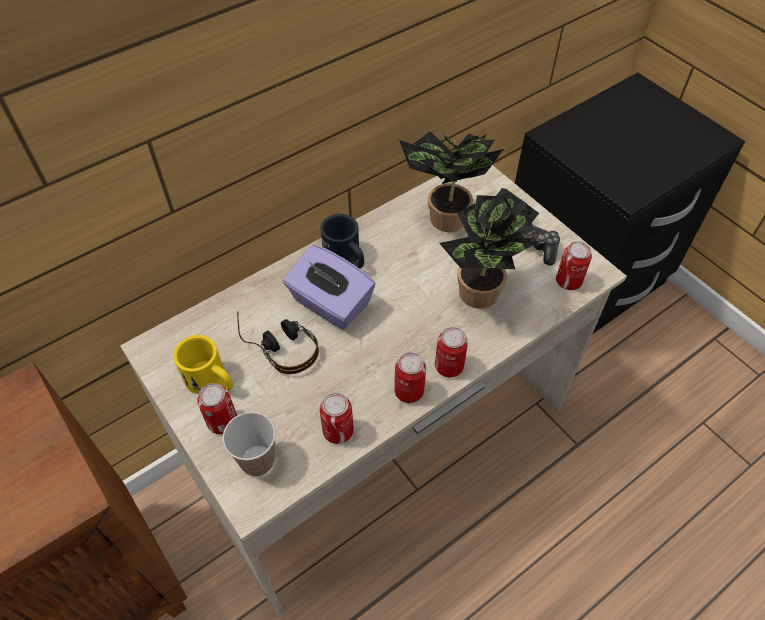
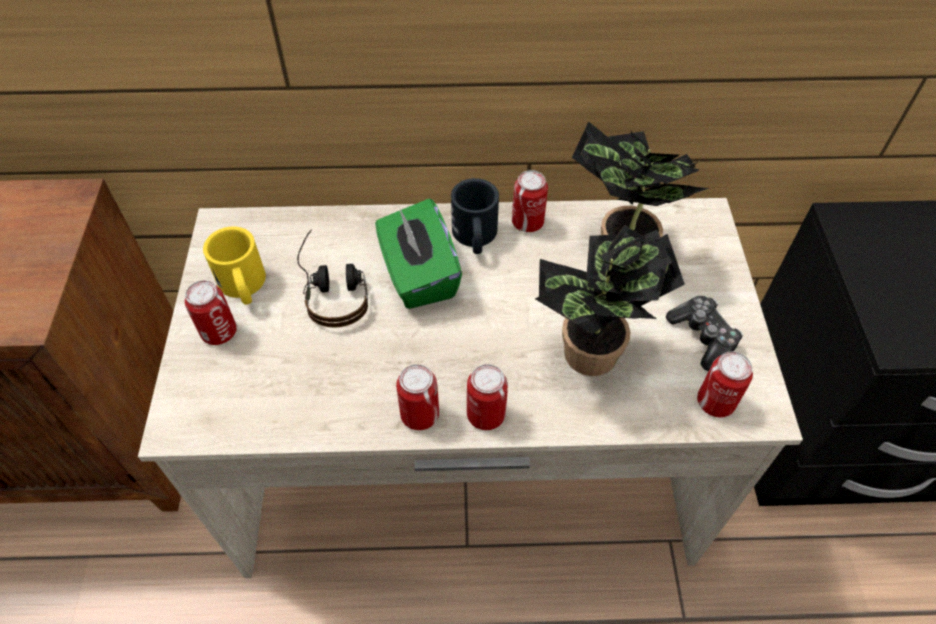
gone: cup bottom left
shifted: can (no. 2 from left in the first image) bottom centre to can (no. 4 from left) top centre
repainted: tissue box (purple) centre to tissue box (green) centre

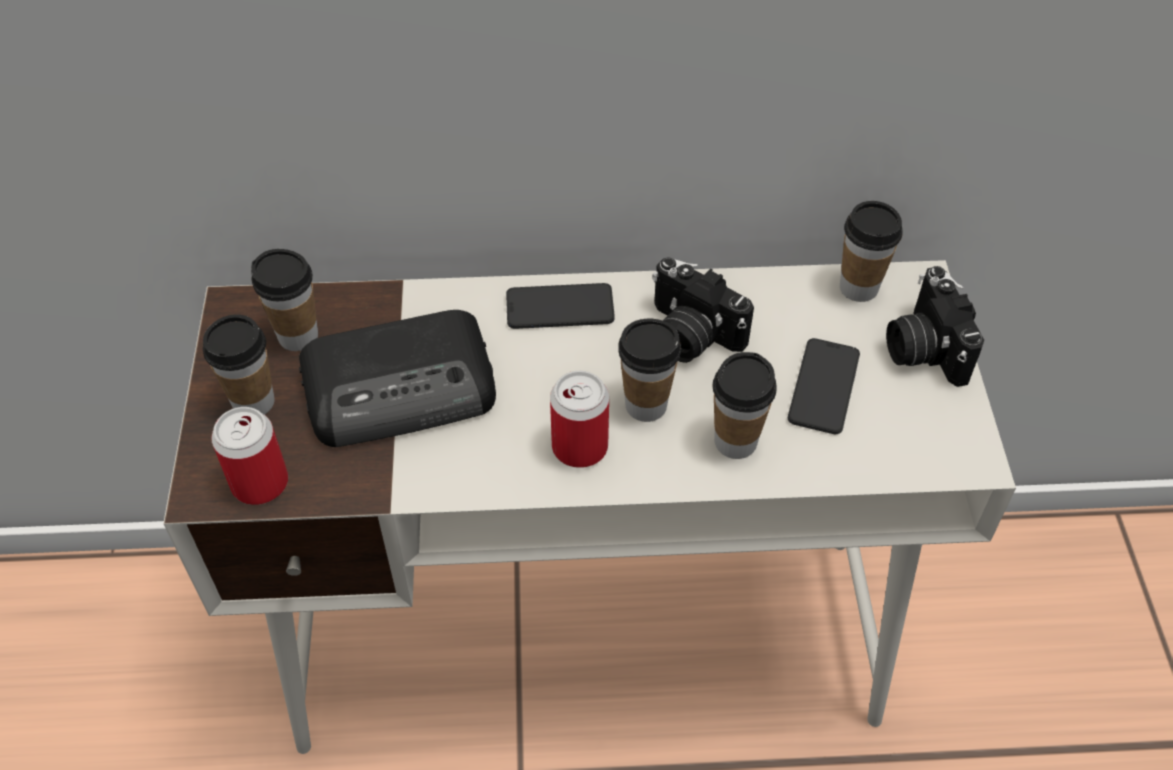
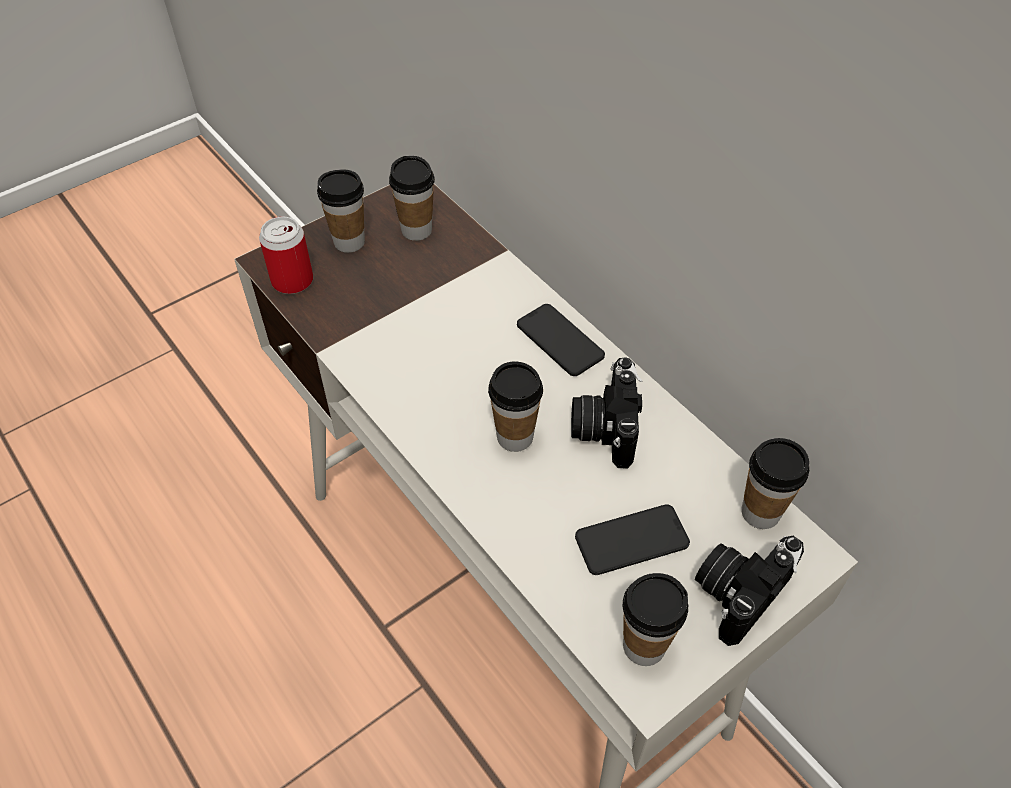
gone: radio centre; can (no. 2 from left) centre
shifted: cup (no. 4 from left) centre to bottom centre

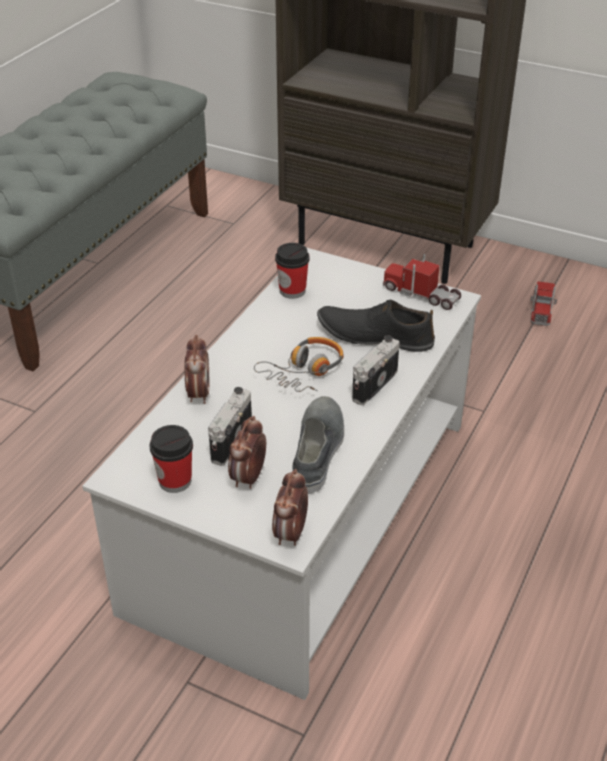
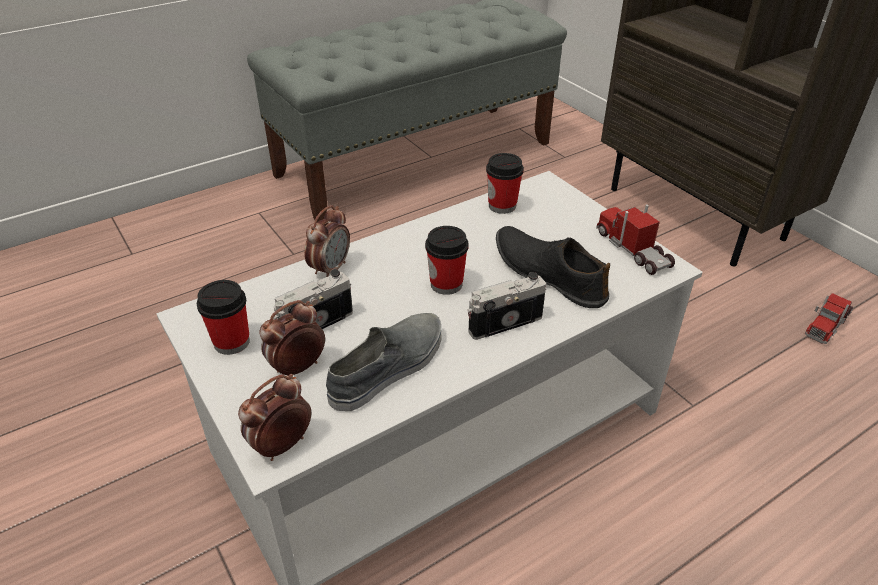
swapped: headphones centre to cup (no. 2 from left) centre

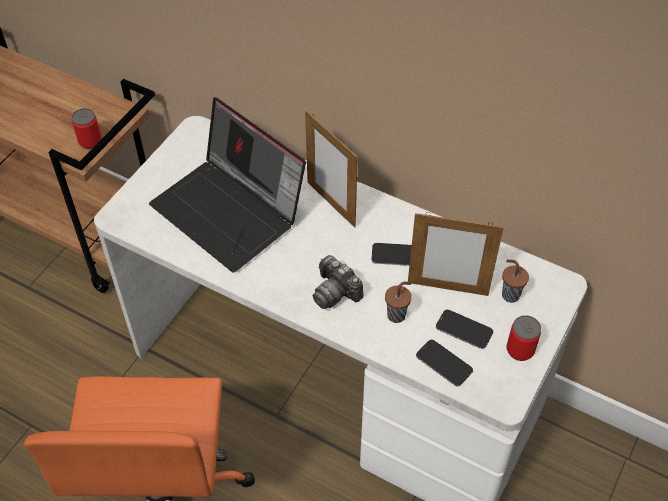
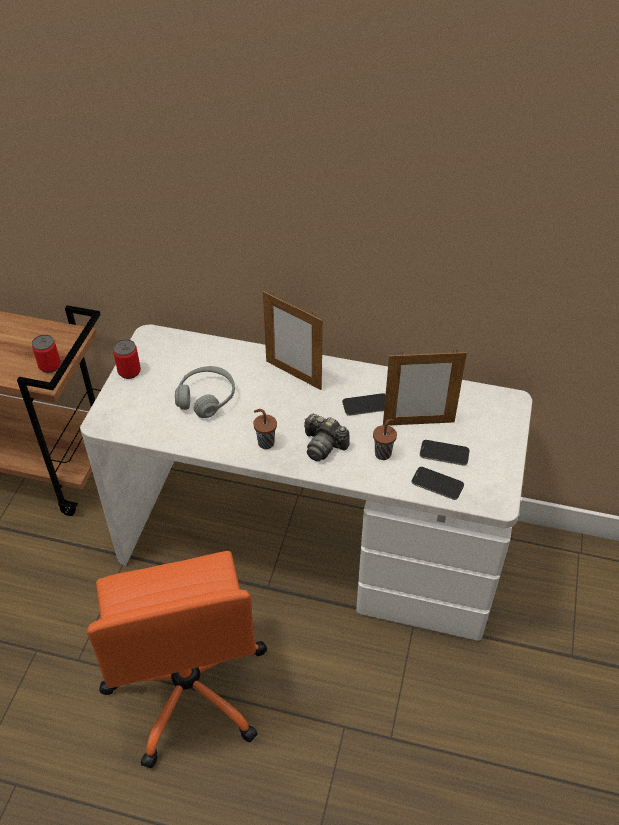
shifted: can (no. 2 from left) bottom right to middle left; cup (brown) (no. 2 from left in the first image) middle right to cup (brown) (no. 1 from left) centre
swapped: laptop centre to headphones (grey) middle left

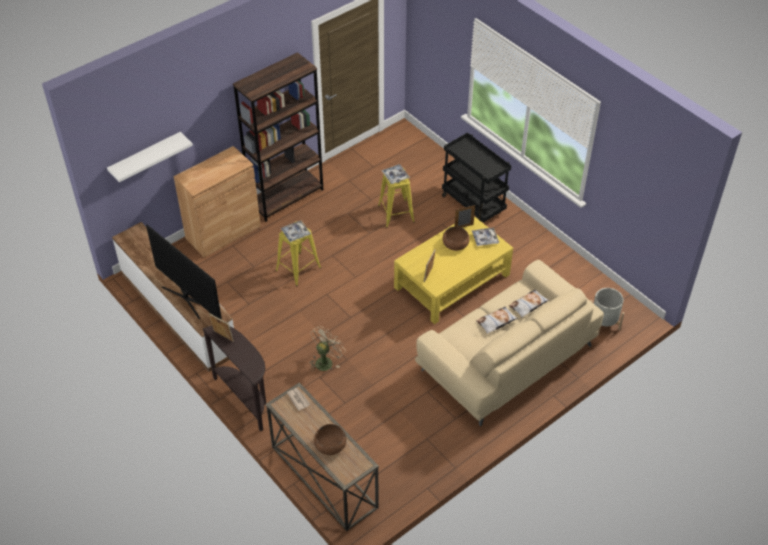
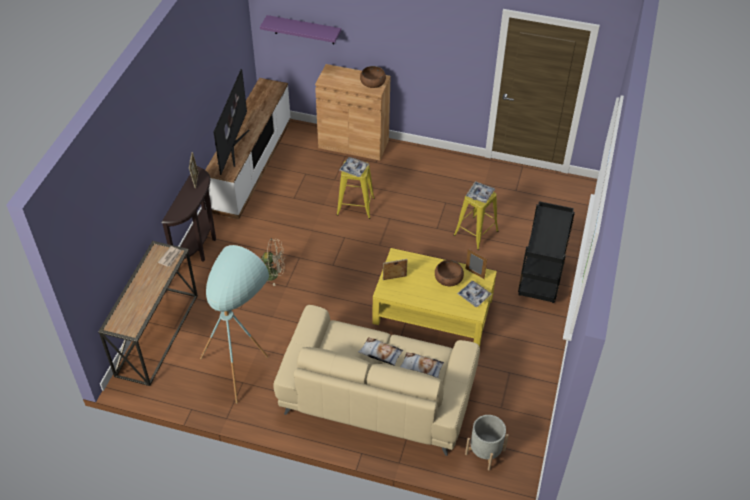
gone: bookcase (brown) top centre
new: floor lamp (turquoise) middle left
shifted: bowl (brown) (no. 1 from left) bottom centre to top centre
repainted: shelf (white) top left to shelf (purple) top centre

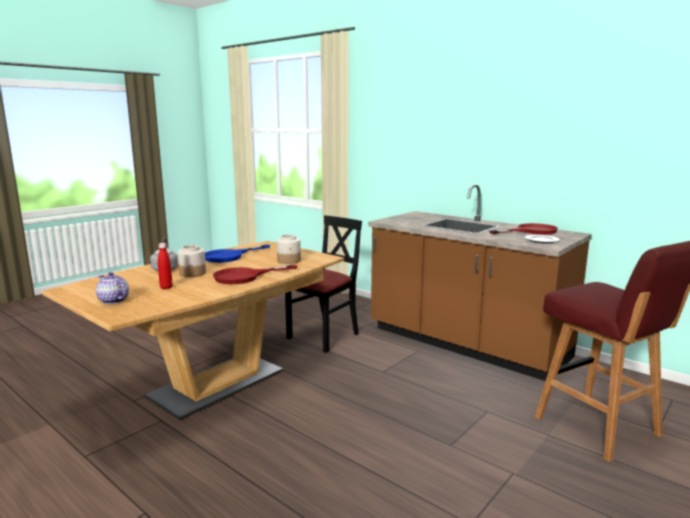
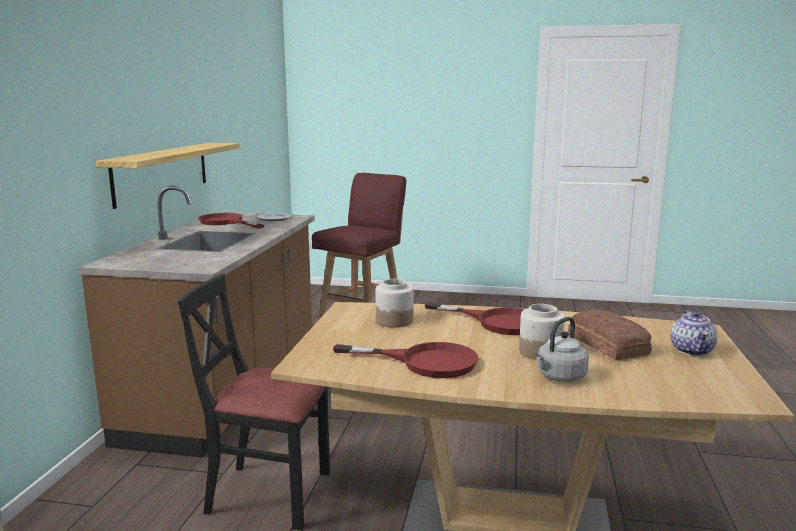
new: shelf top left
swapped: bottle (red) middle left to bread middle right
repainted: frying pan (blue) centre to frying pan (red) (no. 2 from left) bottom centre

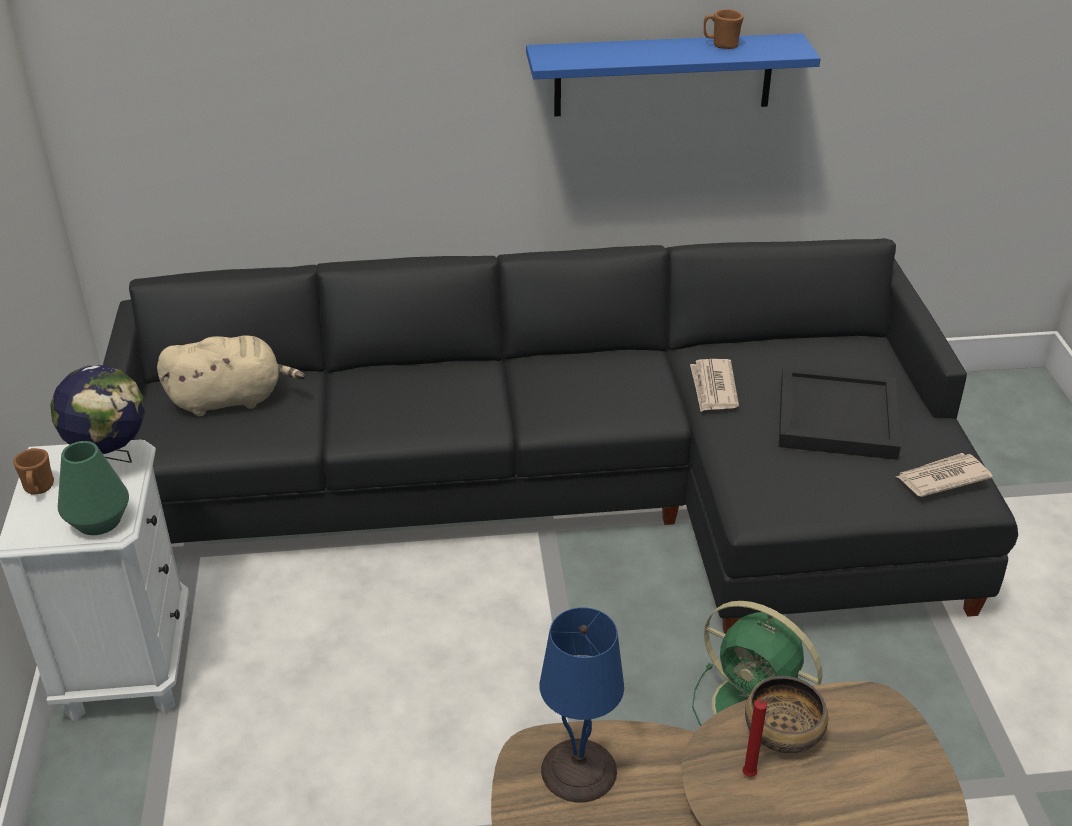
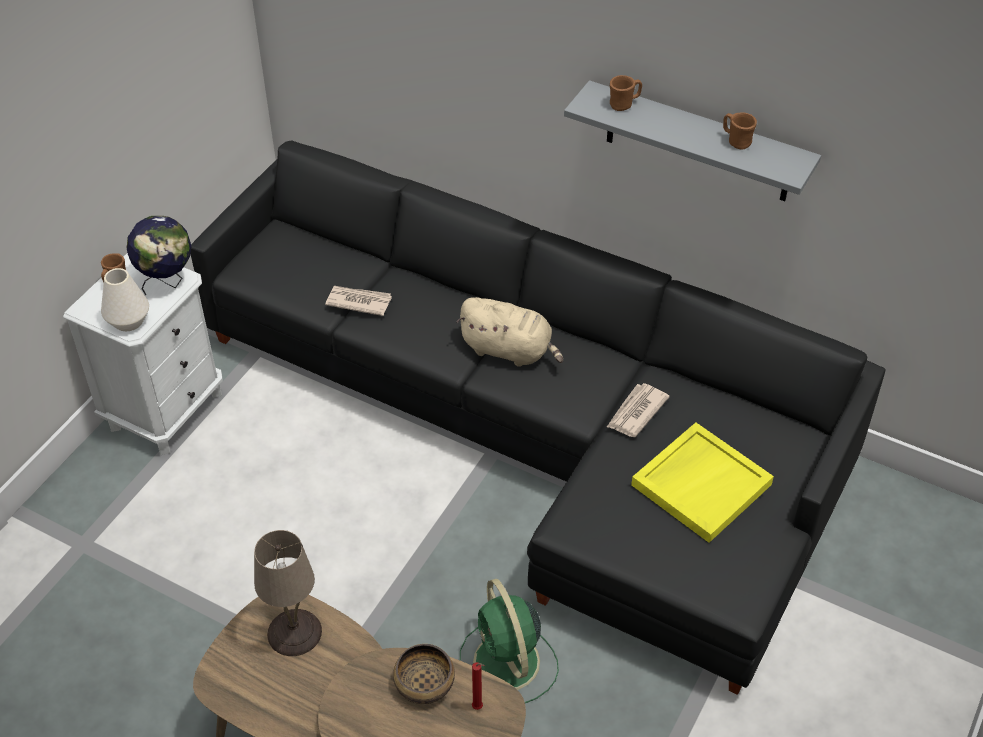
new: mug (brown) (no. 2 from left) top centre
shifted: newspaper (no. 2 from left in the first image) middle right to newspaper (no. 1 from left) centre; plush toy (beige) middle left to centre; candle (red) bottom right to bottom centre
repainted: vase (green) middle left to vase (white) middle left; table lamp (blue) bottom centre to table lamp (beige) bottom left; shelf (blue) top centre to shelf (grey) top right; tray (black) middle right to tray (yellow) middle right

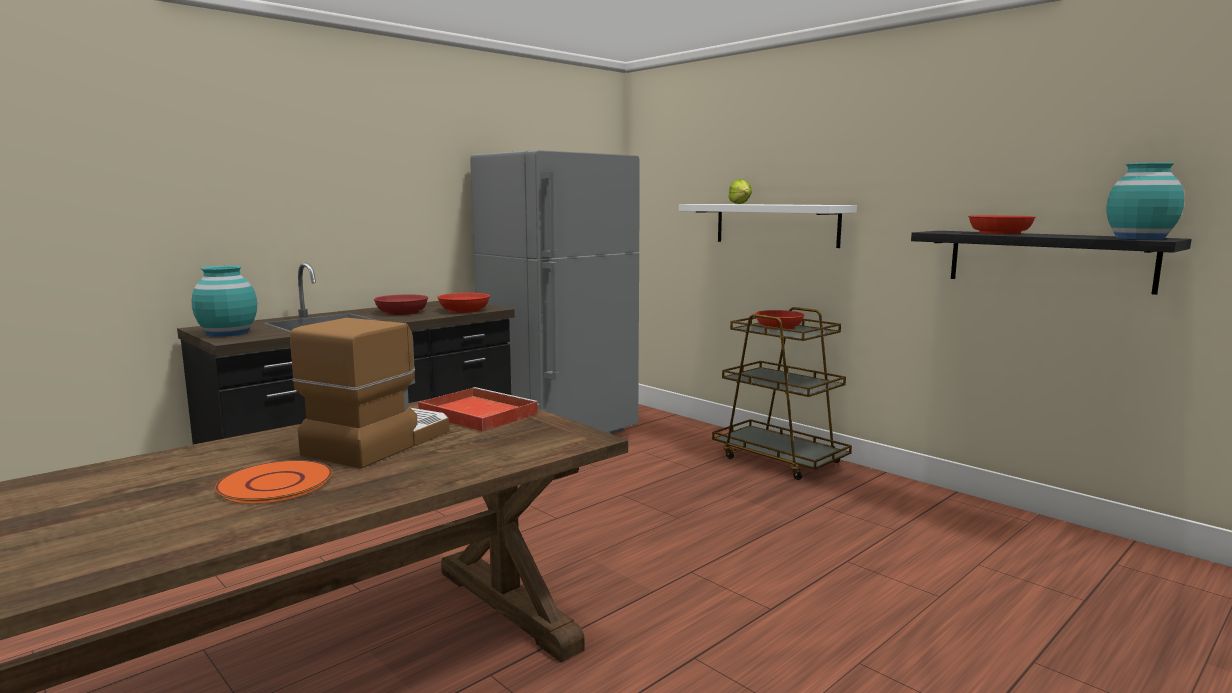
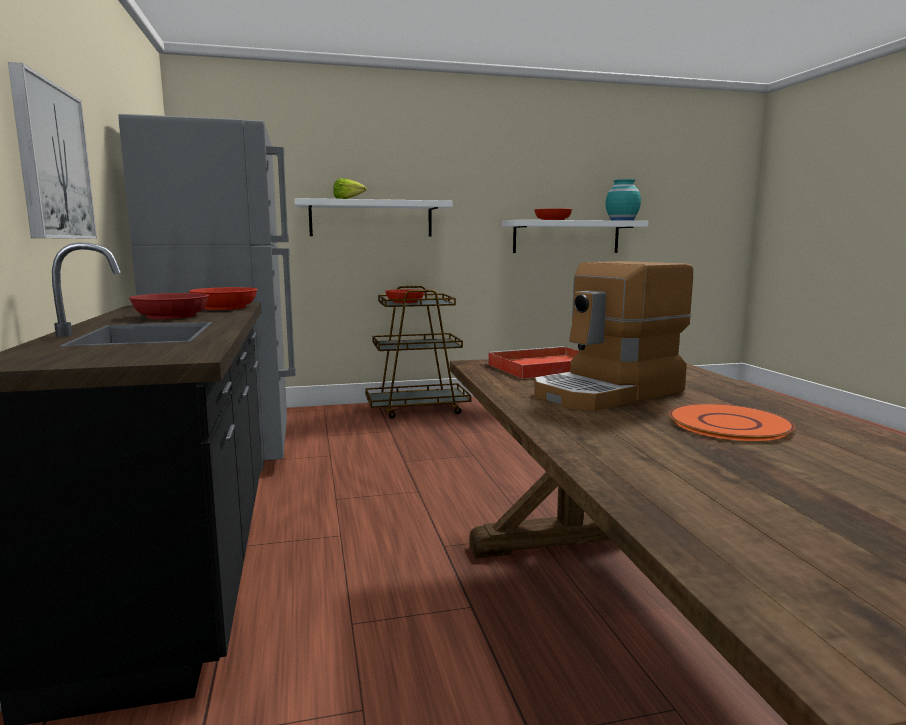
gone: vase (turquoise) (no. 1 from left) middle left
new: picture top left
repainted: shelf (black) middle right to shelf (white) (no. 2 from left) top centre
rotated: coffee machine middle left = middle right 90 degrees counterclockwise

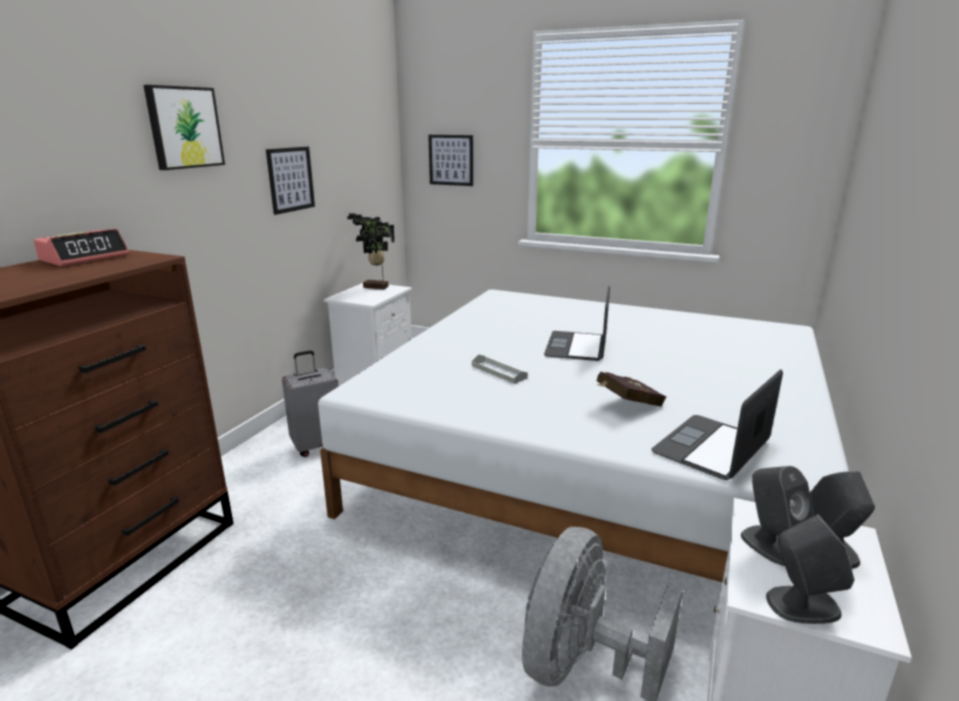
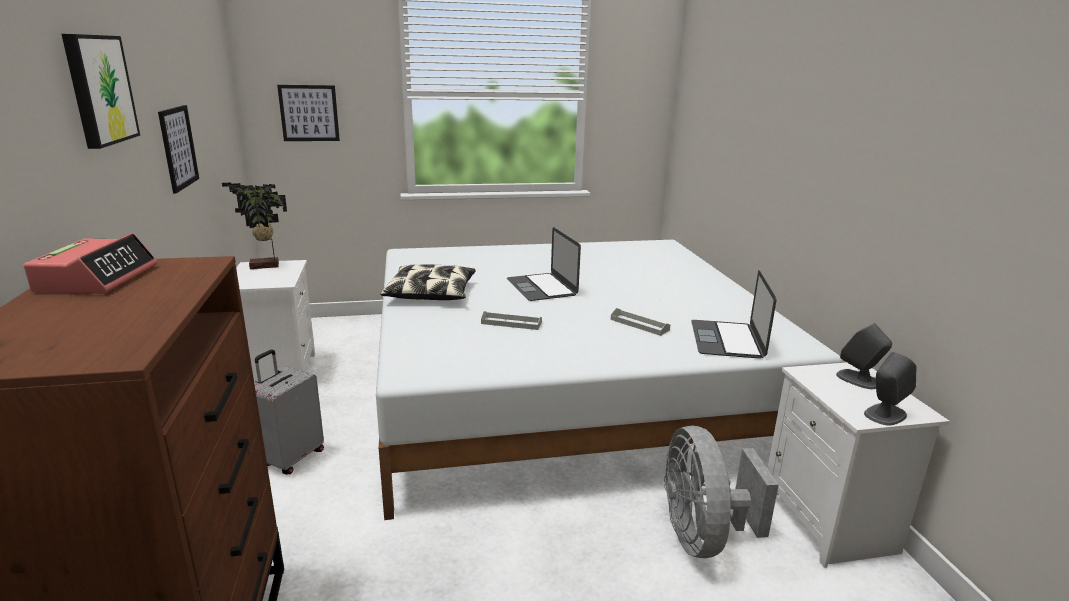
gone: speaker (grey) (no. 1 from left) bottom right
new: pillow centre
swapped: book (red) centre to tray (grey) (no. 2 from left) centre

